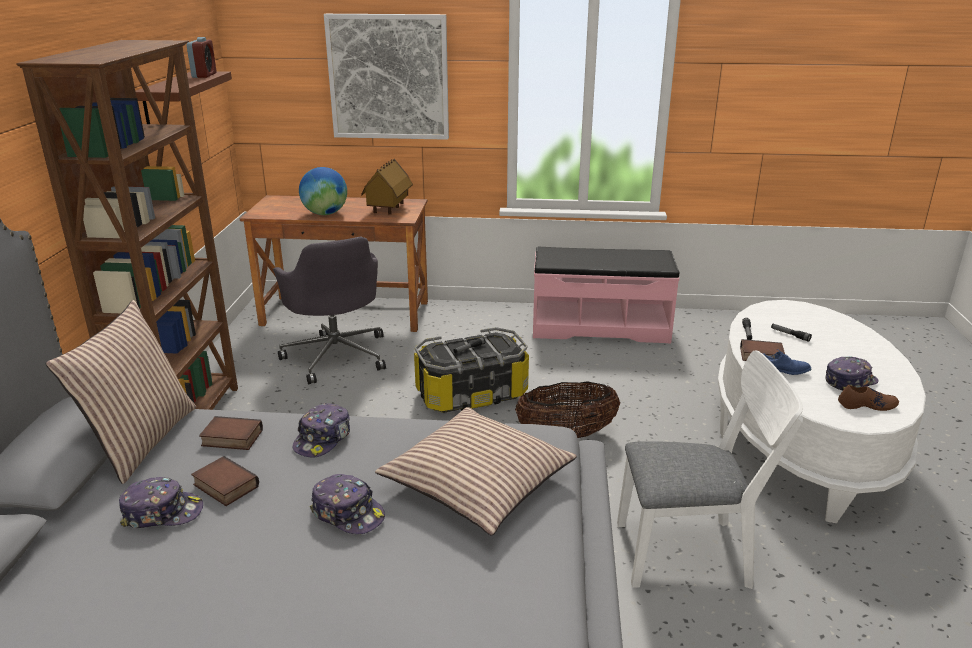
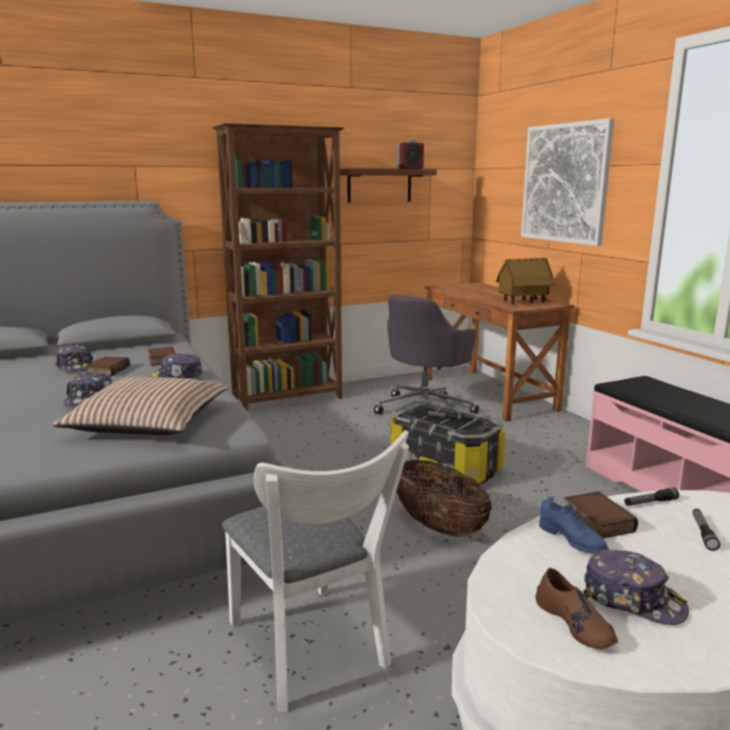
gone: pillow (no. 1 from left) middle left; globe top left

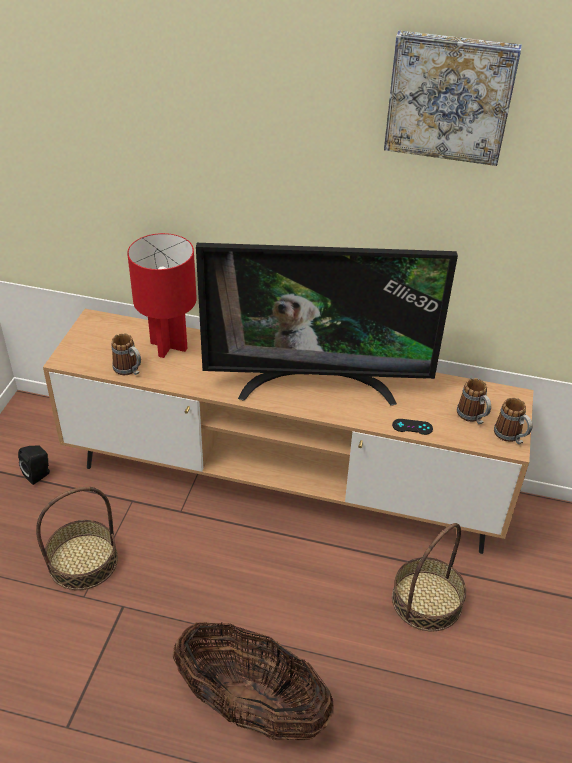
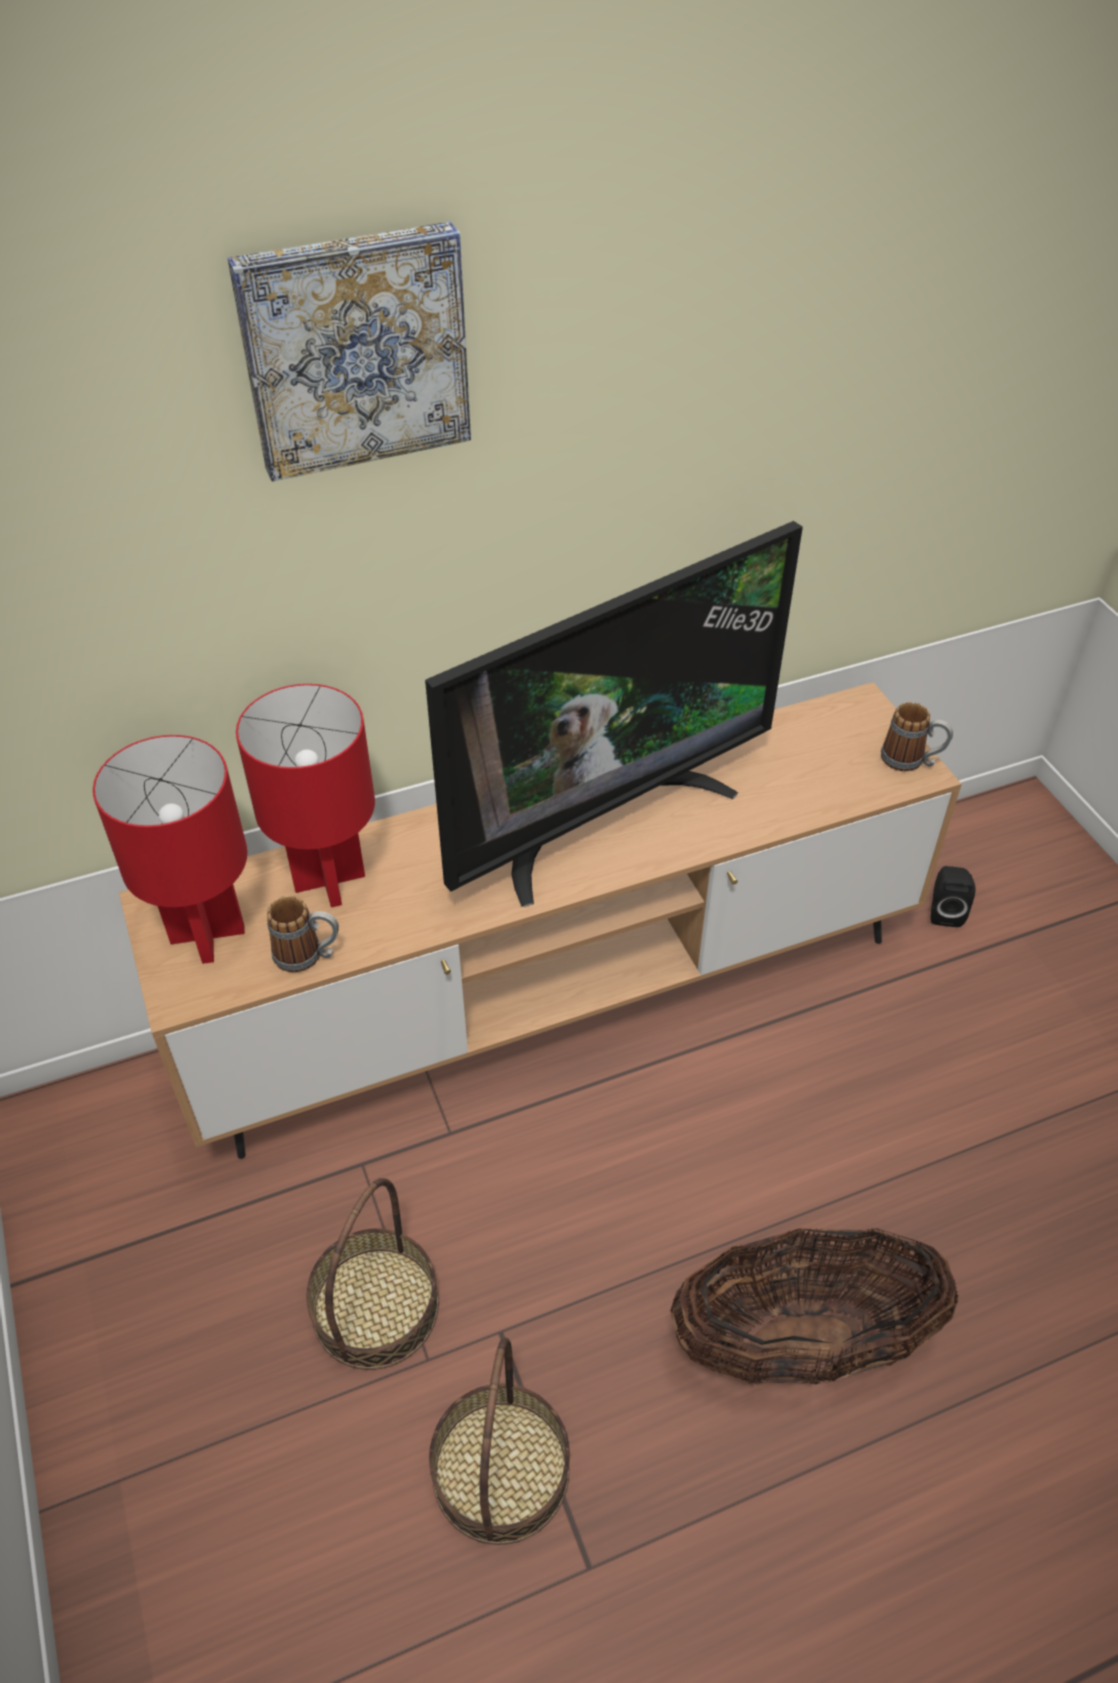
gone: game controller (black) middle right; mug (no. 2 from left) middle right
new: table lamp (red) (no. 1 from left) middle left
shifted: picture top right to top left; basket (no. 3 from left in the first image) bottom right to basket (no. 2 from left) bottom centre; speaker (black) middle left to middle right

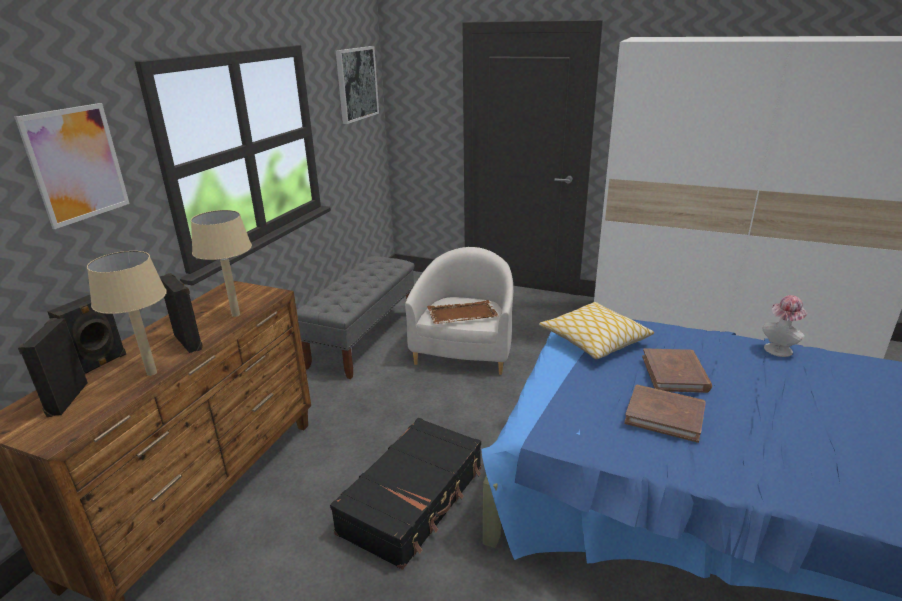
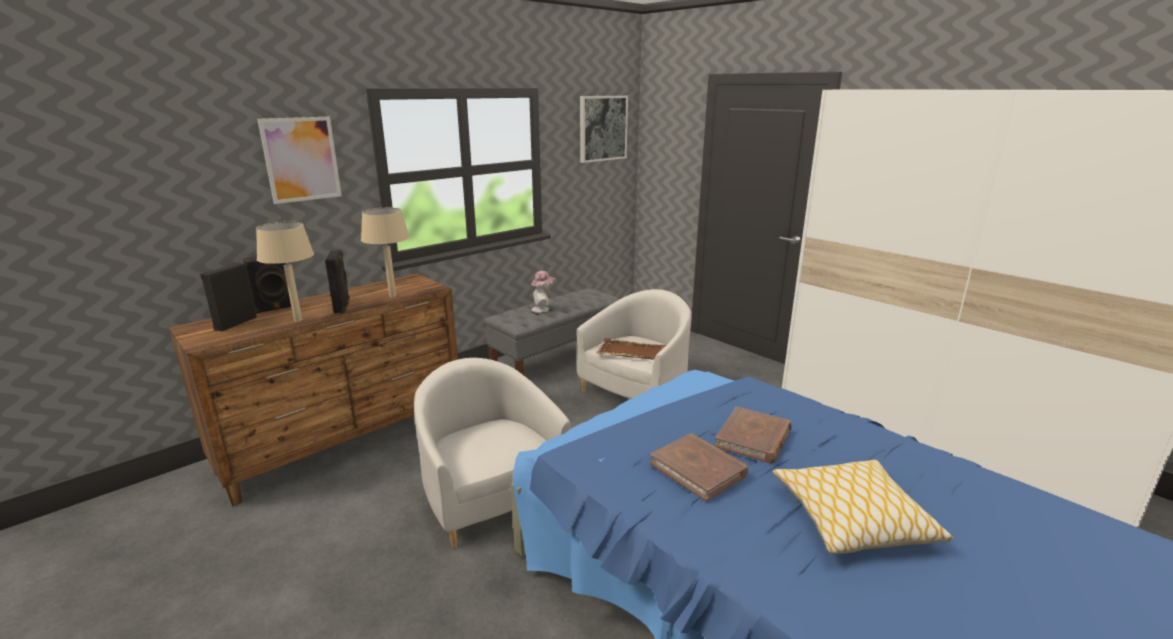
shifted: hat middle right to centre; pillow centre to bottom right
swapped: suitcase (black) bottom centre to armchair (white) (no. 1 from left) bottom centre

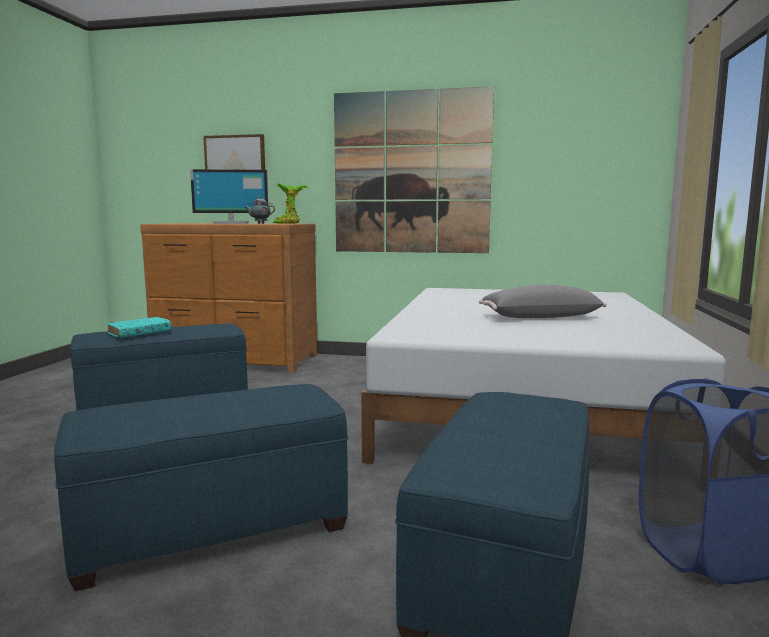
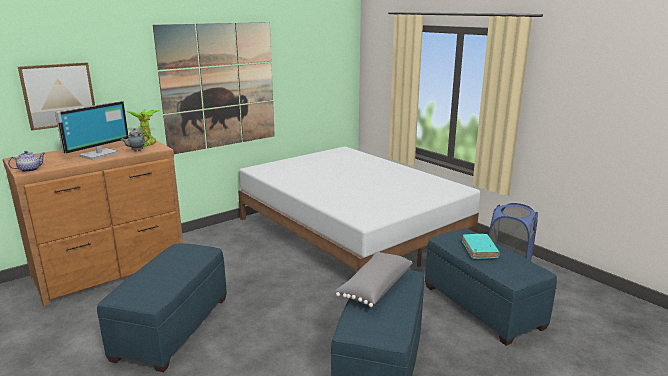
new: teapot (no. 1 from left) middle left
shifted: pillow (grey) middle right to bottom centre; book (turquoise) middle left to middle right

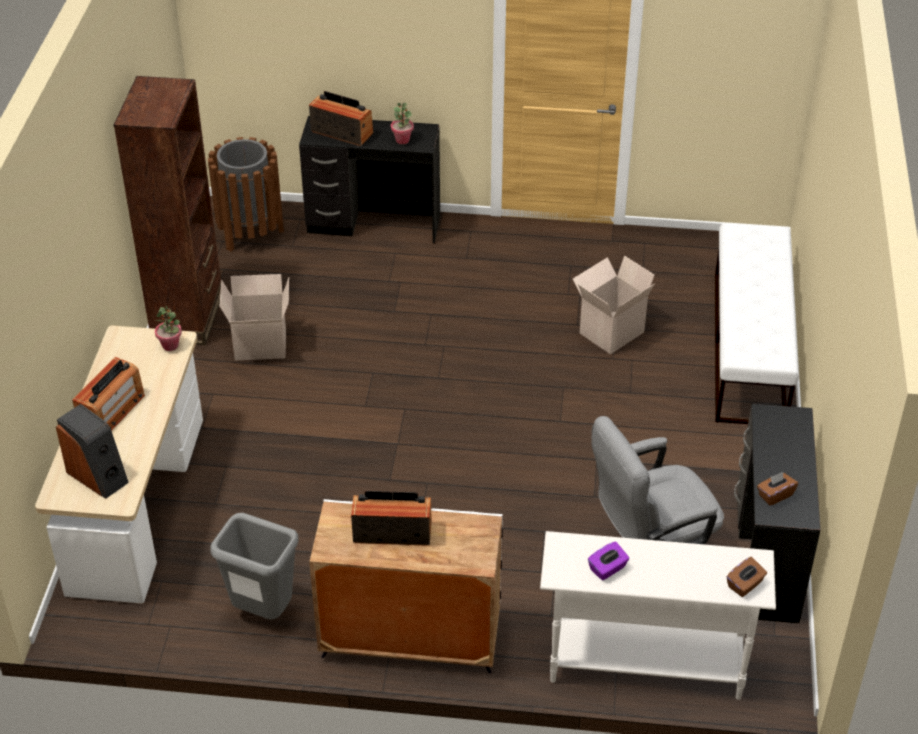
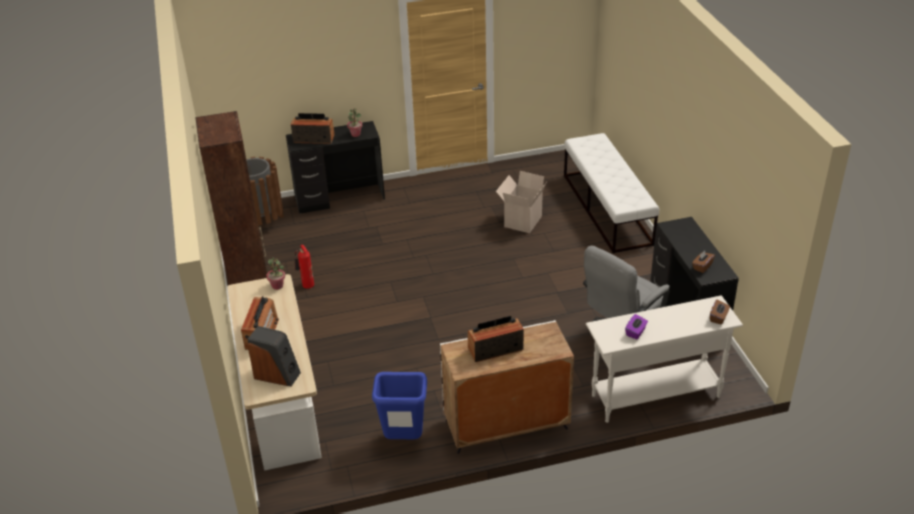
swapped: cardboard box (no. 1 from left) middle left to fire extinguisher middle left
repainted: trash can (grey) bottom left to trash can (blue) bottom centre

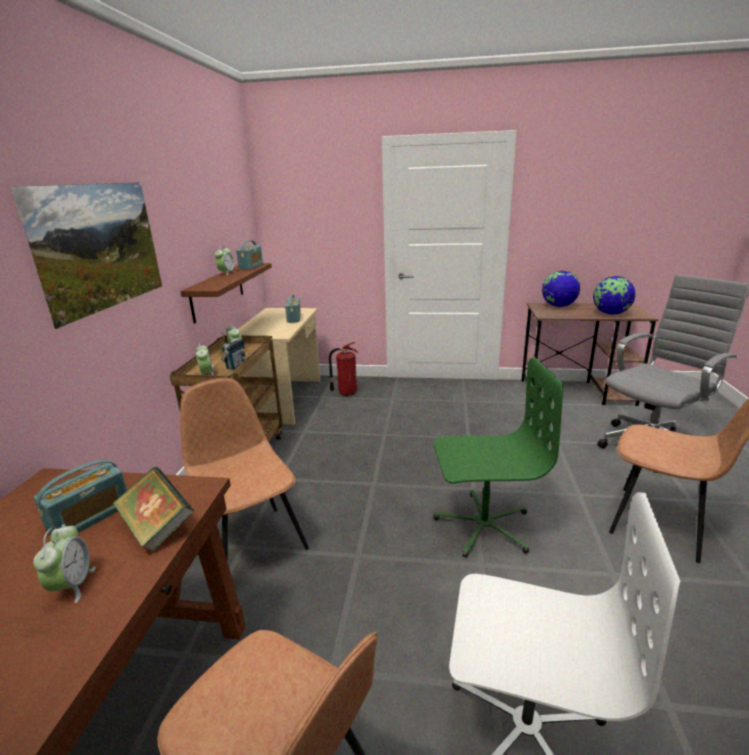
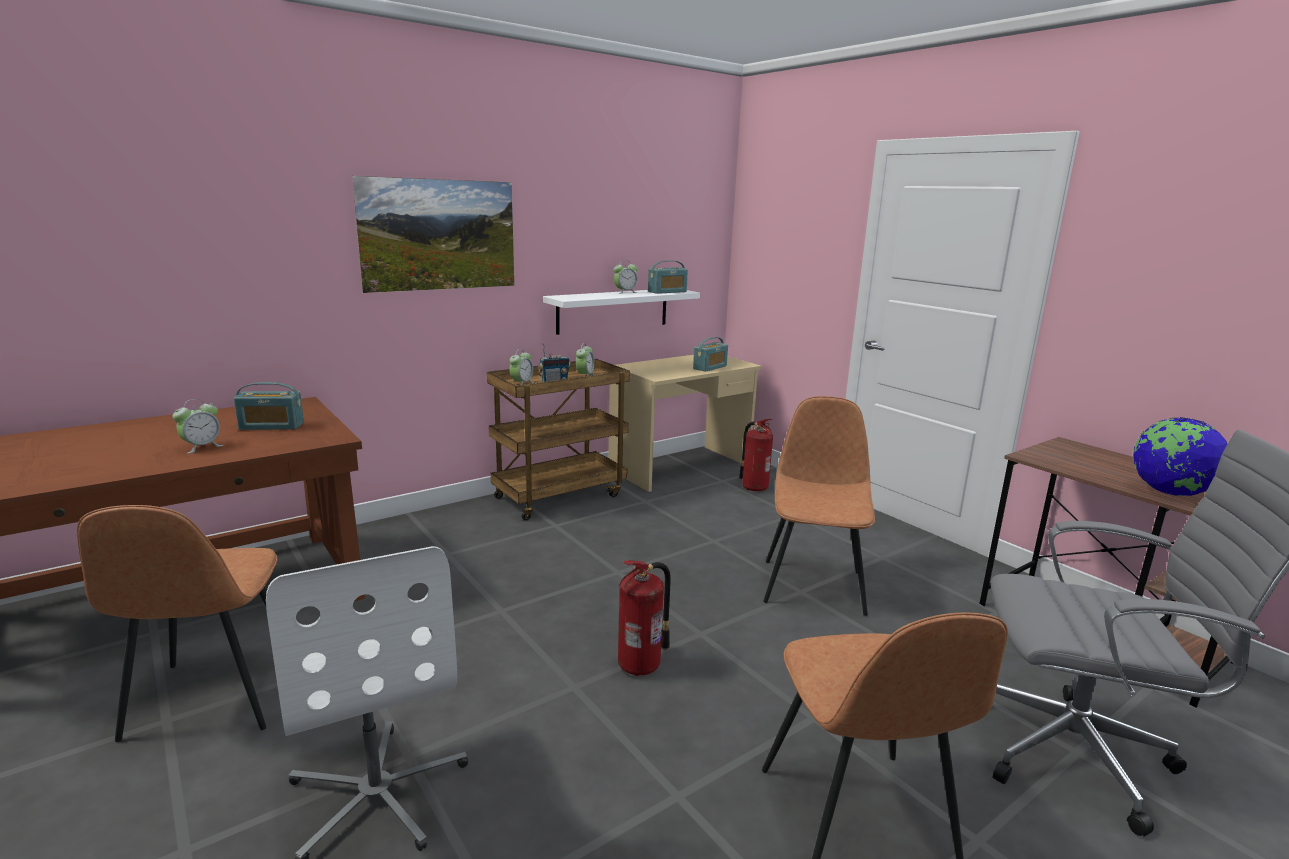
gone: book bottom left; globe (no. 1 from left) middle right
shifted: chair (brown) (no. 1 from left in the first image) middle left to chair (brown) (no. 2 from left) centre
swapped: office chair (green) centre to fire extinguisher (no. 1 from left) bottom centre
repainted: shelf (brown) middle left to shelf (white) centre

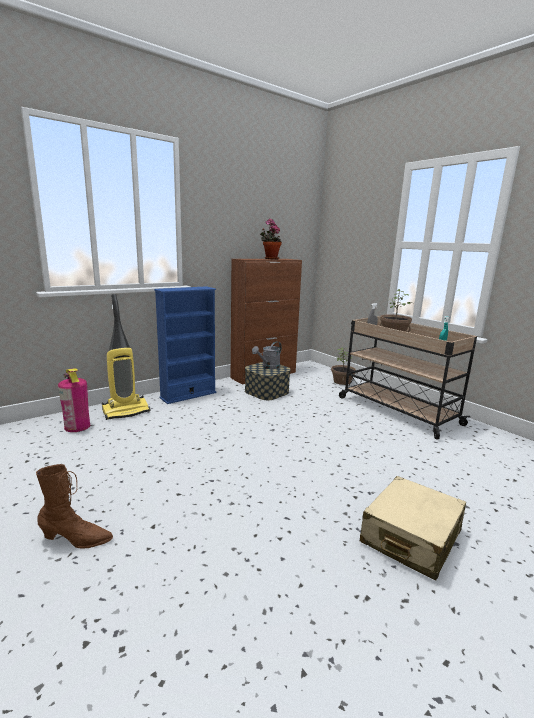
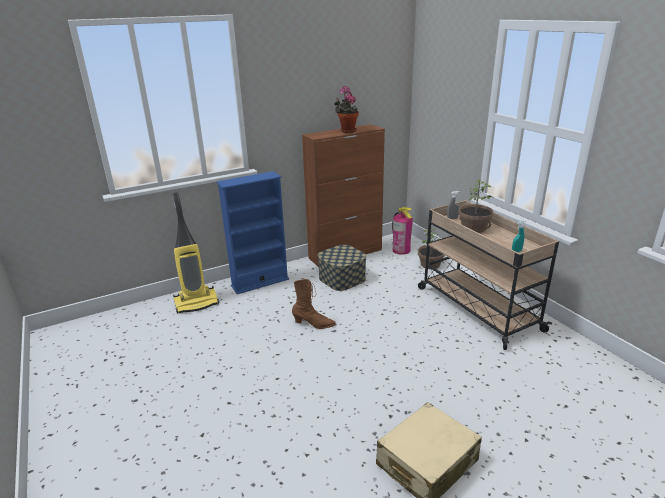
gone: watering can (grey) centre
shifted: boot (brown) bottom left to centre; fire extinguisher middle left to centre

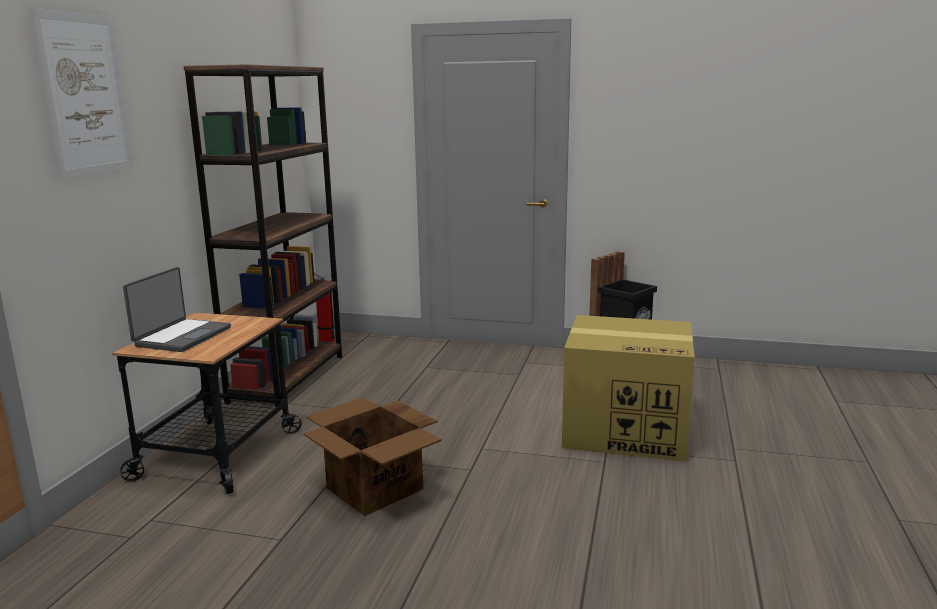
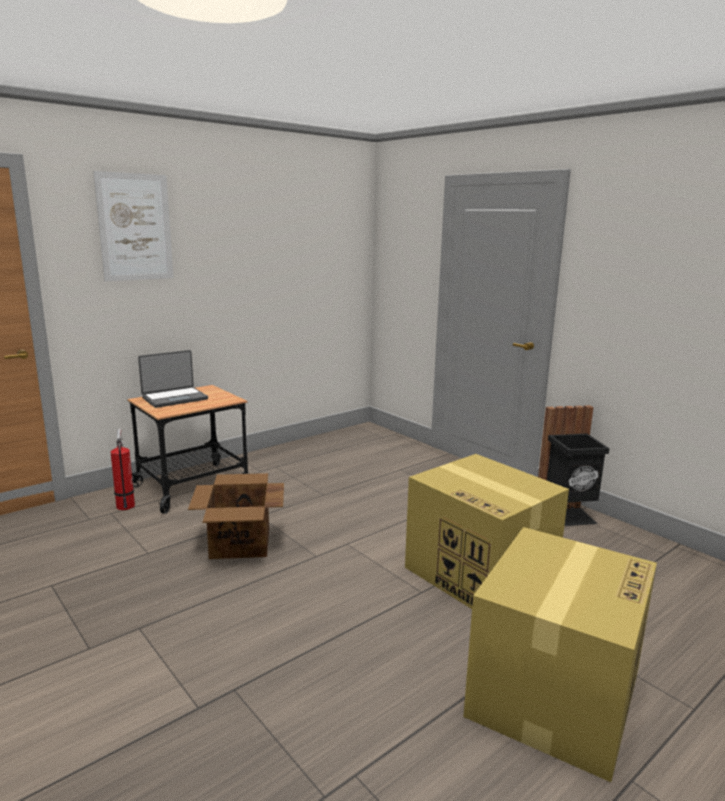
gone: bookcase (brown) middle left
new: cardboard box (no. 3 from left) bottom right
shifted: fire extinguisher centre to middle left

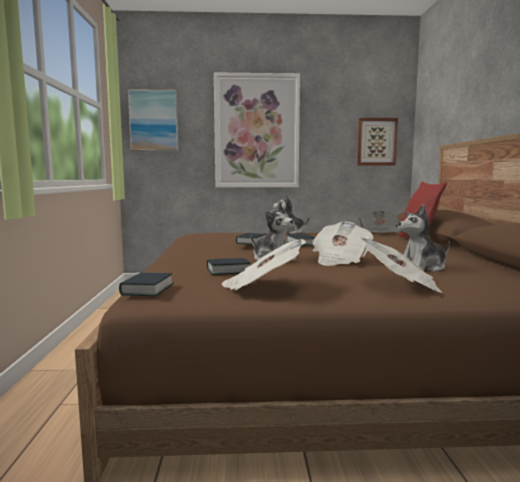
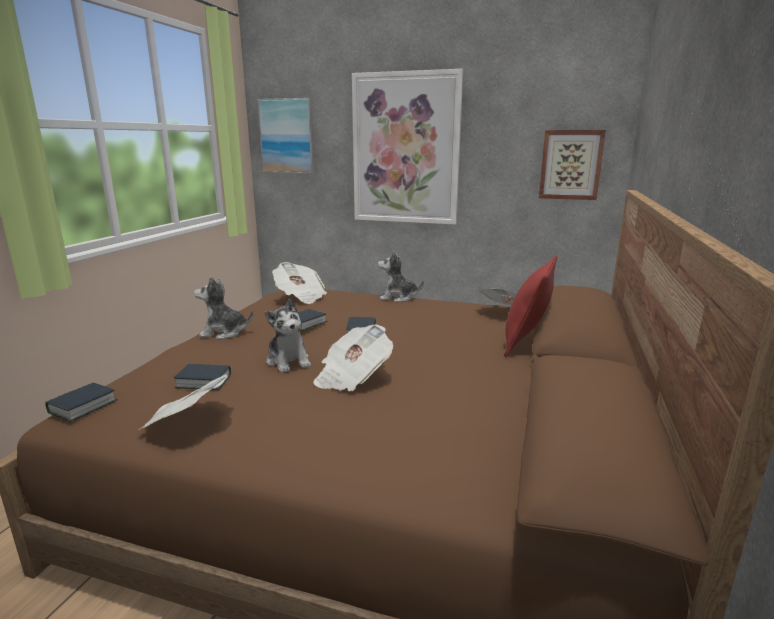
shifted: plush toy (no. 3 from left in the first image) middle right to plush toy (no. 1 from left) middle left; newspaper (no. 4 from left in the first image) middle right to newspaper (no. 2 from left) centre

